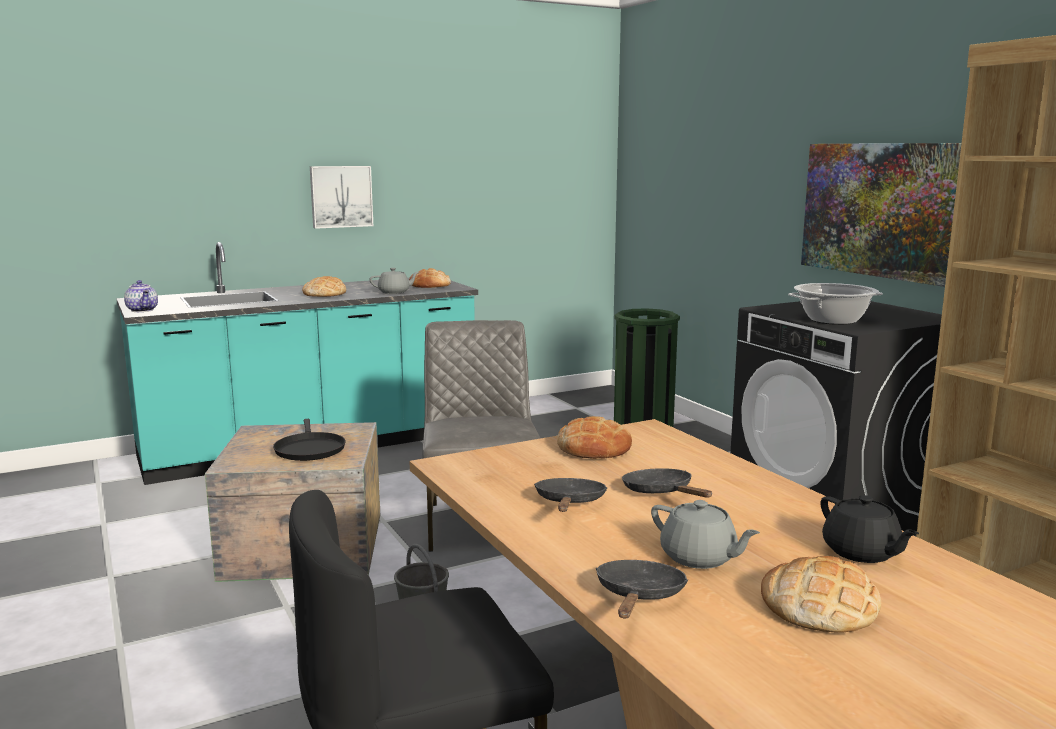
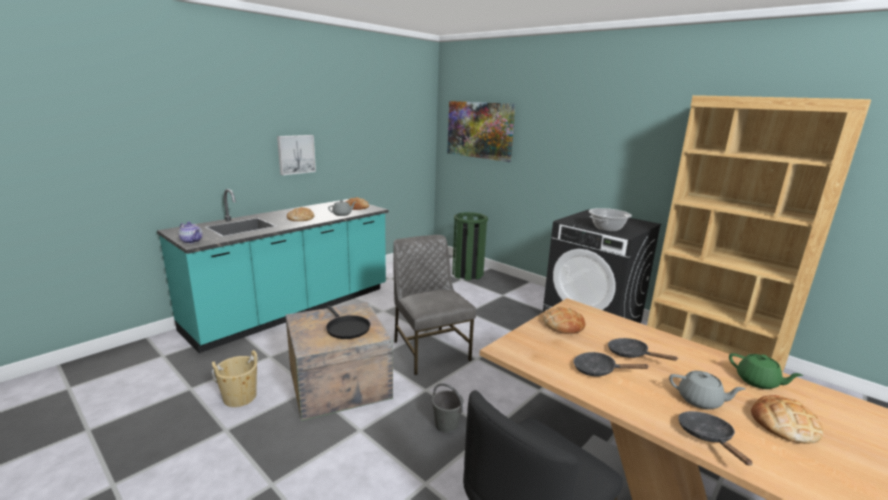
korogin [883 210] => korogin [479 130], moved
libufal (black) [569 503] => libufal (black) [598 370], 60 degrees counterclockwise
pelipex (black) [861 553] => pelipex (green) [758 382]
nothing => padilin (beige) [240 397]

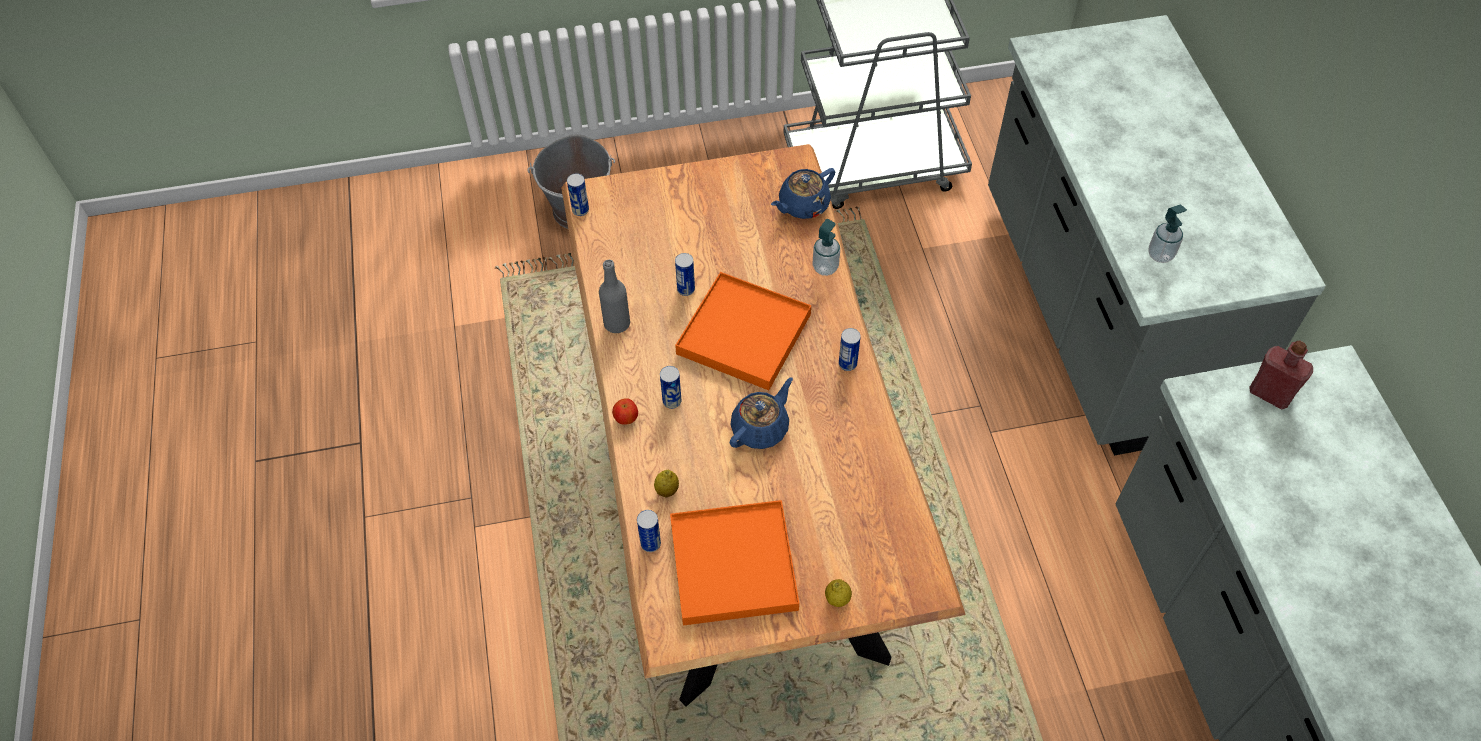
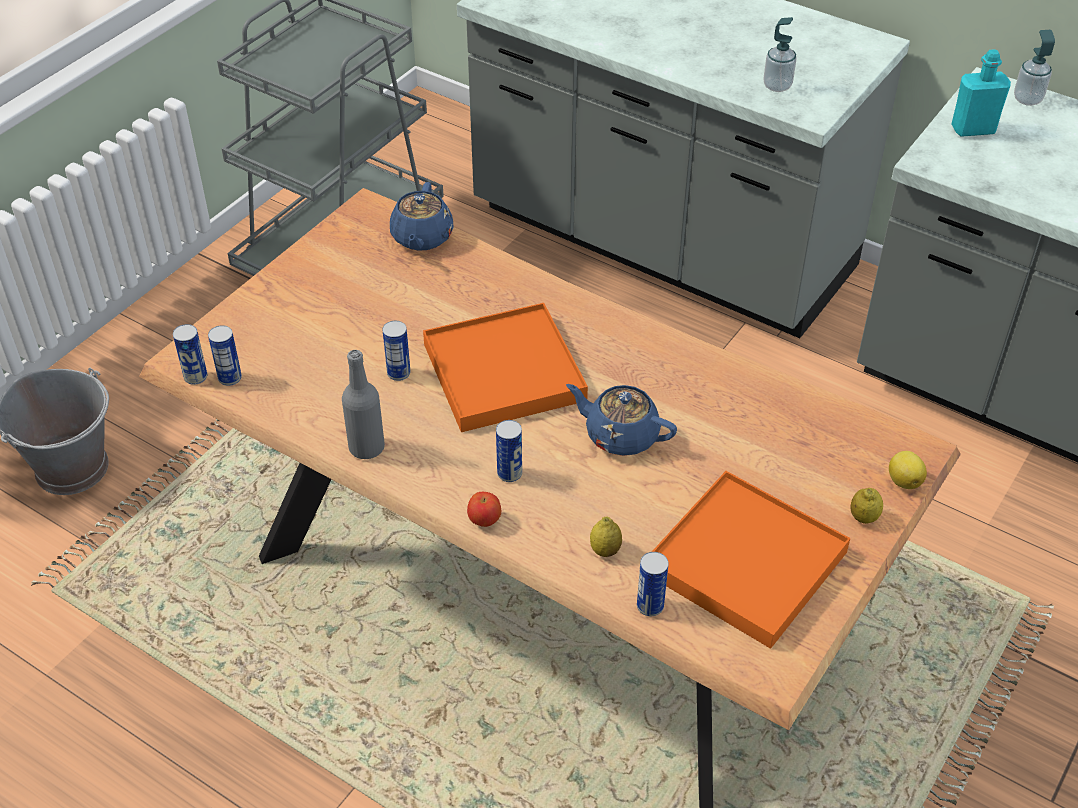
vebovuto [825 267] => vebovuto [1027 99], moved
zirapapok [847 364] => zirapapok [230 378], moved
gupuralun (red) [1270 394] => gupuralun (turquoise) [973 129]
pelipex (blue) [761 428] => pelipex (blue) [620 435], 60 degrees counterclockwise
nothing => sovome [903 480]

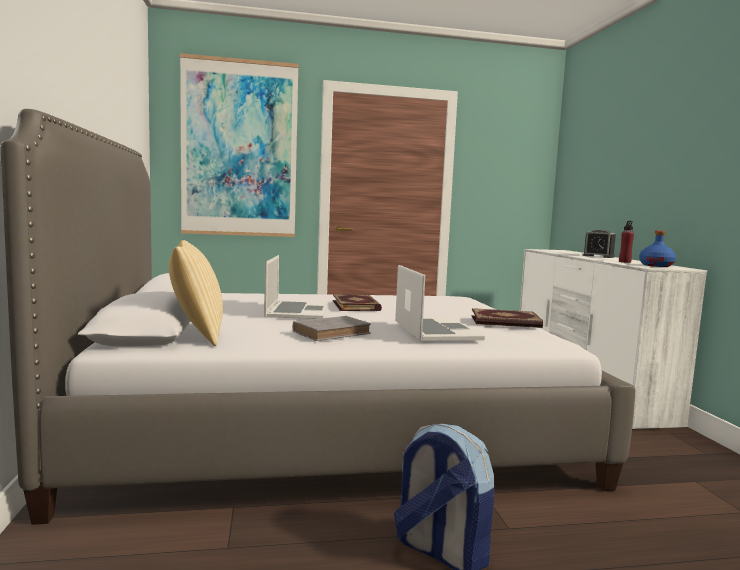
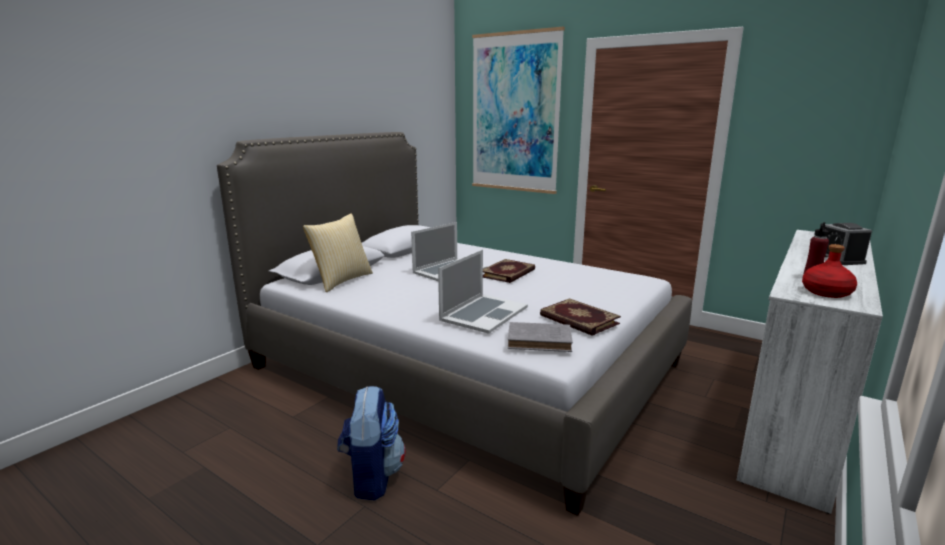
gupuralun (blue) [656 265] => gupuralun (red) [827 292]
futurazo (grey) [333 332] => futurazo (grey) [541 341], moved

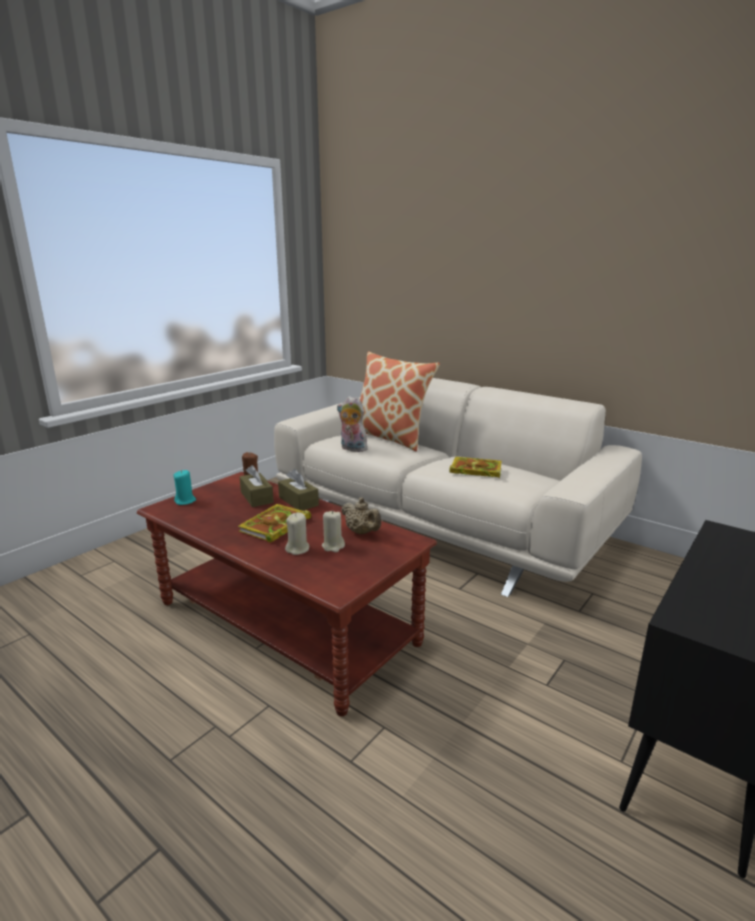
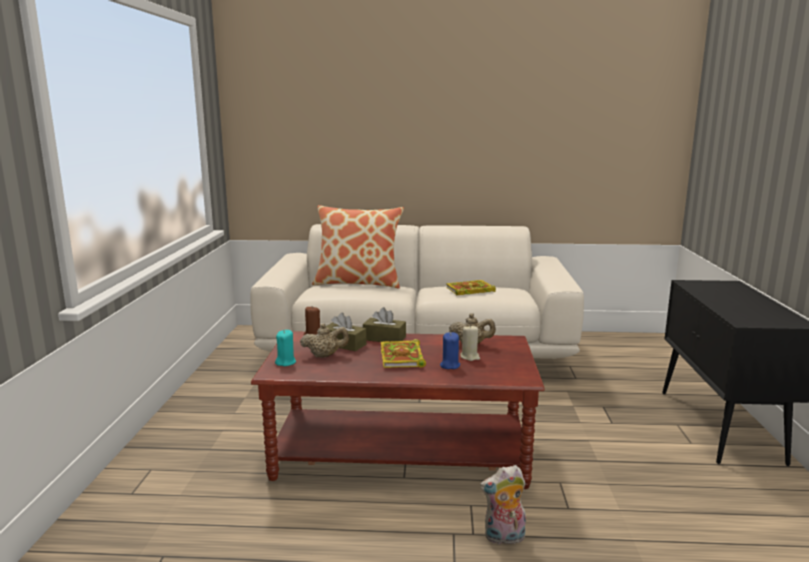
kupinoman [352 449] => kupinoman [504 538], moved
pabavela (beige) [298 549] => pabavela (blue) [449 365]
nothing => pelipex (beige) [325 355]

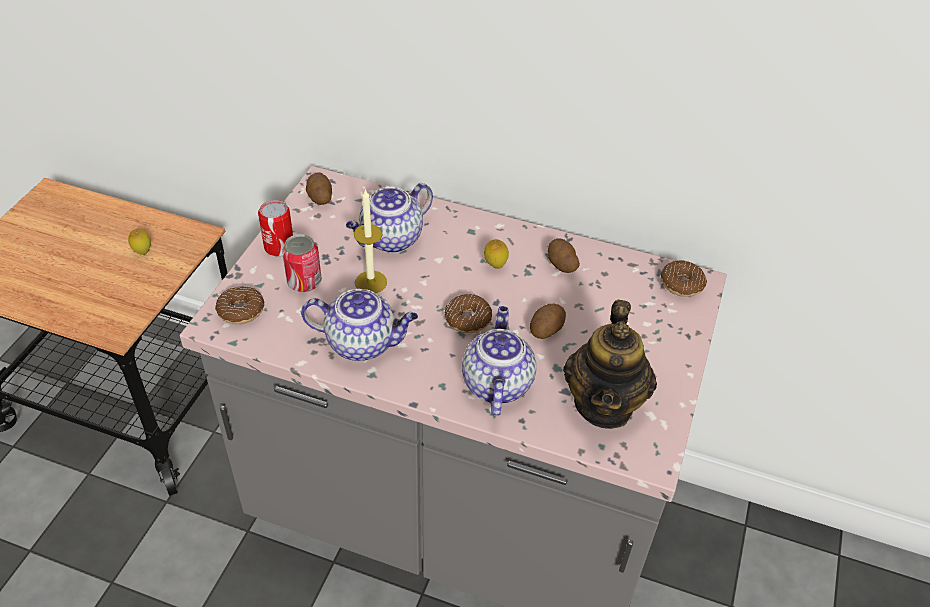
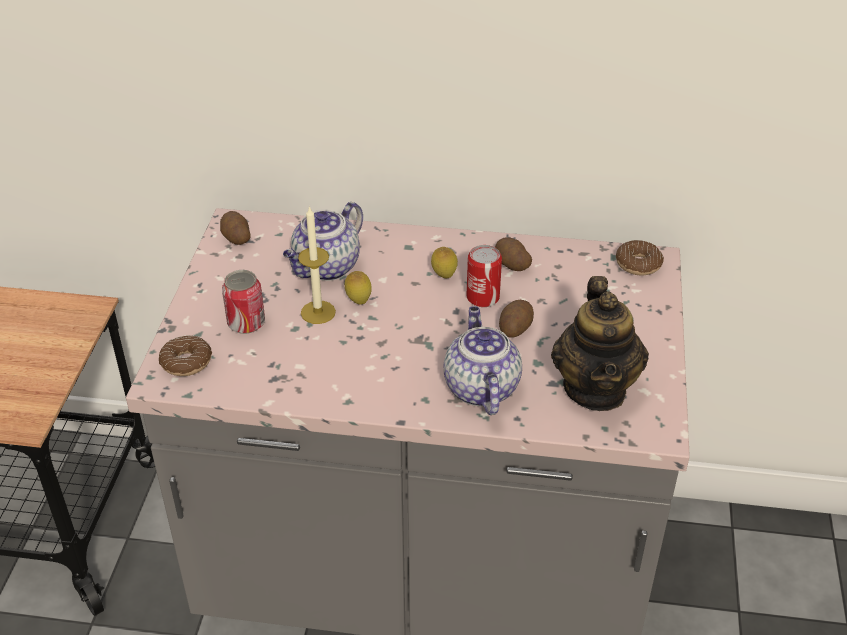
zirapapok [279 247] => zirapapok [483 297], moved
sovome [143 252] => sovome [358 301], moved
pelipex [363 343] => nothing
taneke [468 319] => nothing

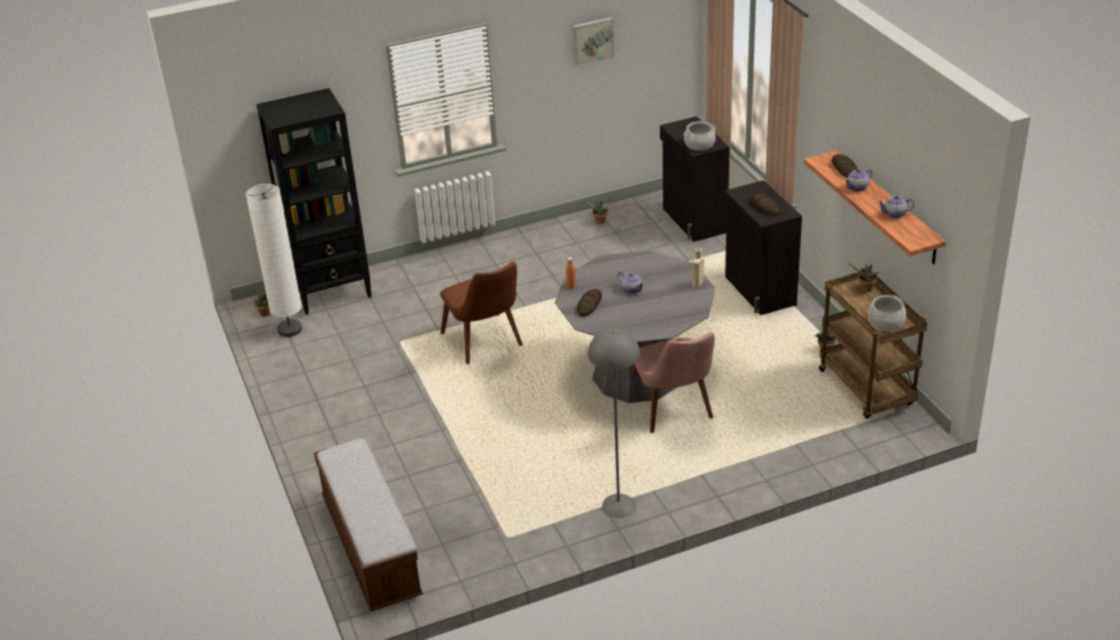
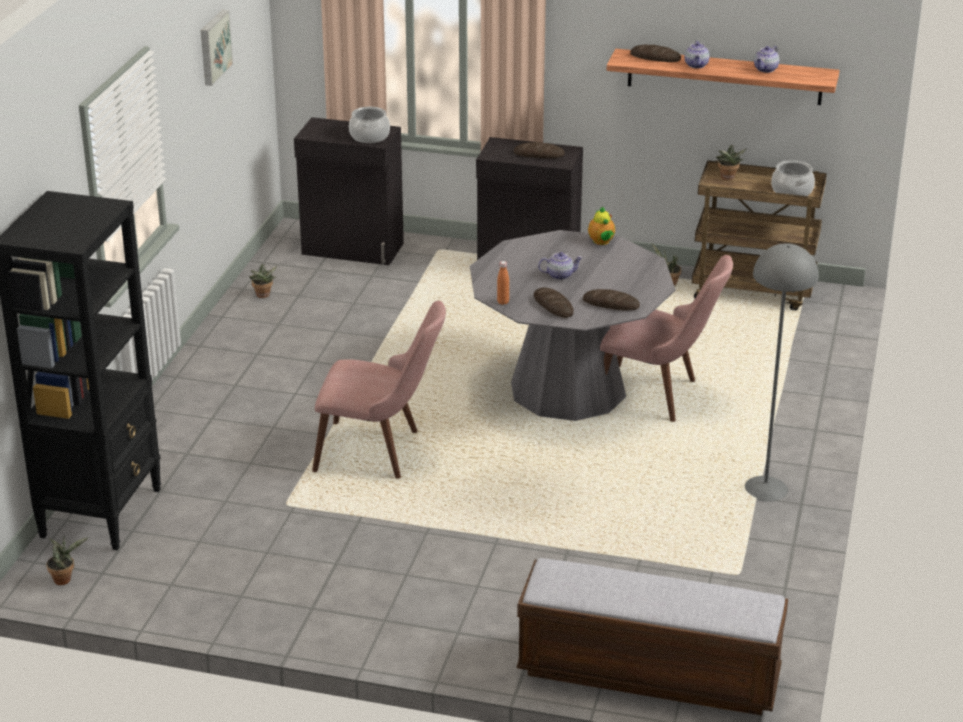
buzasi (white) [289 330] => nothing
gupuralun (beige) [697 284] => pelipex [602 242]
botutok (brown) [487 345] => botutok (pink) [381 452]
nothing => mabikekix [611 304]

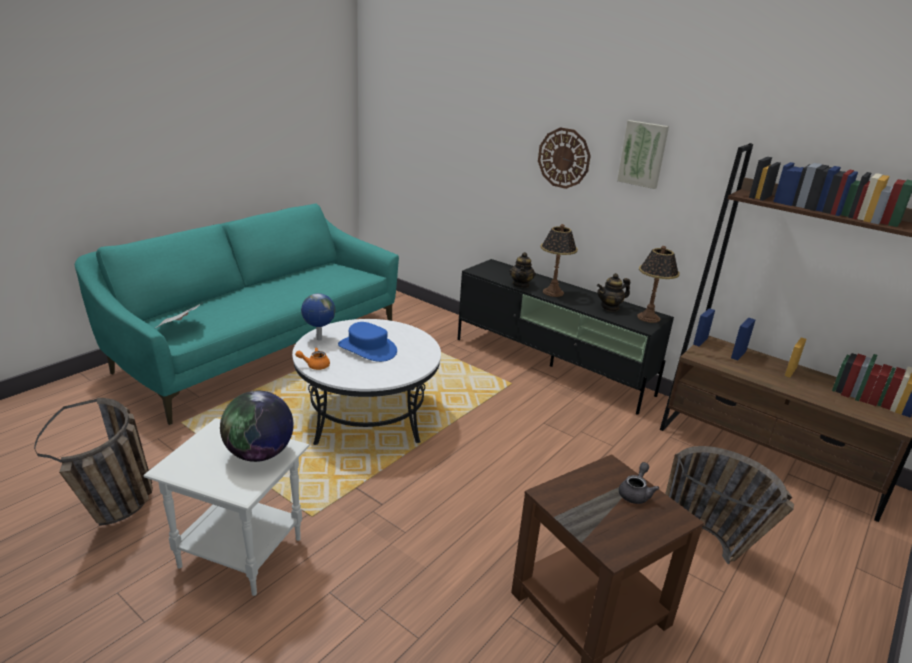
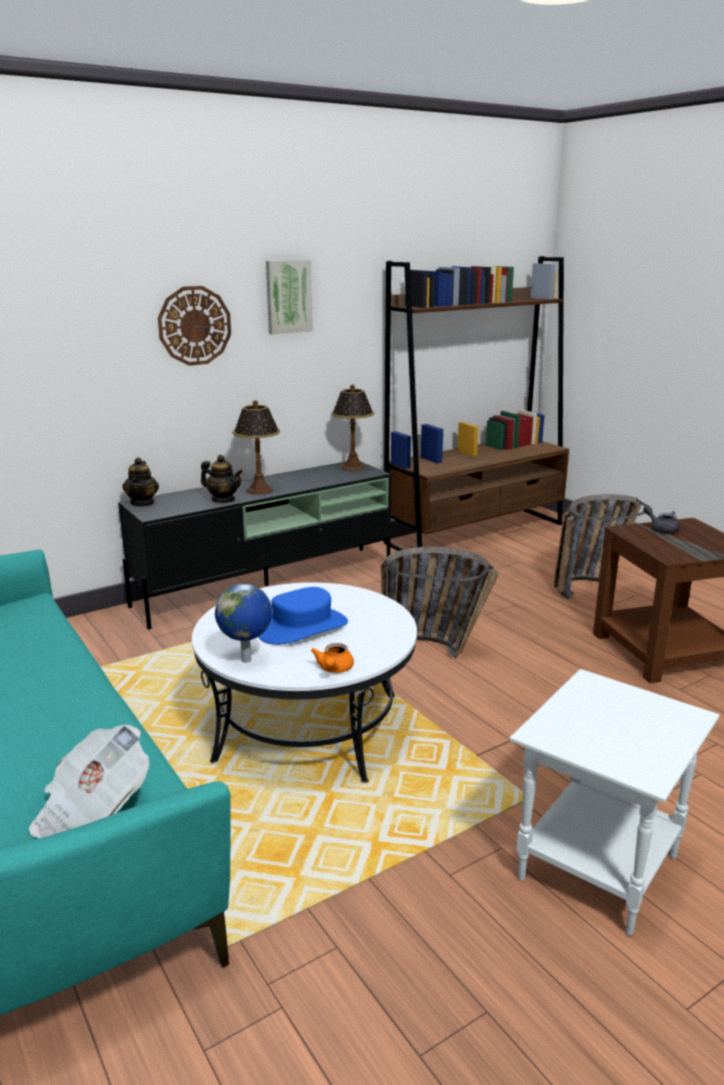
pelipex [610 307] => pelipex [143 503], moved
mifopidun [259 454] => nothing
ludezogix [118 511] => ludezogix [437 651], moved

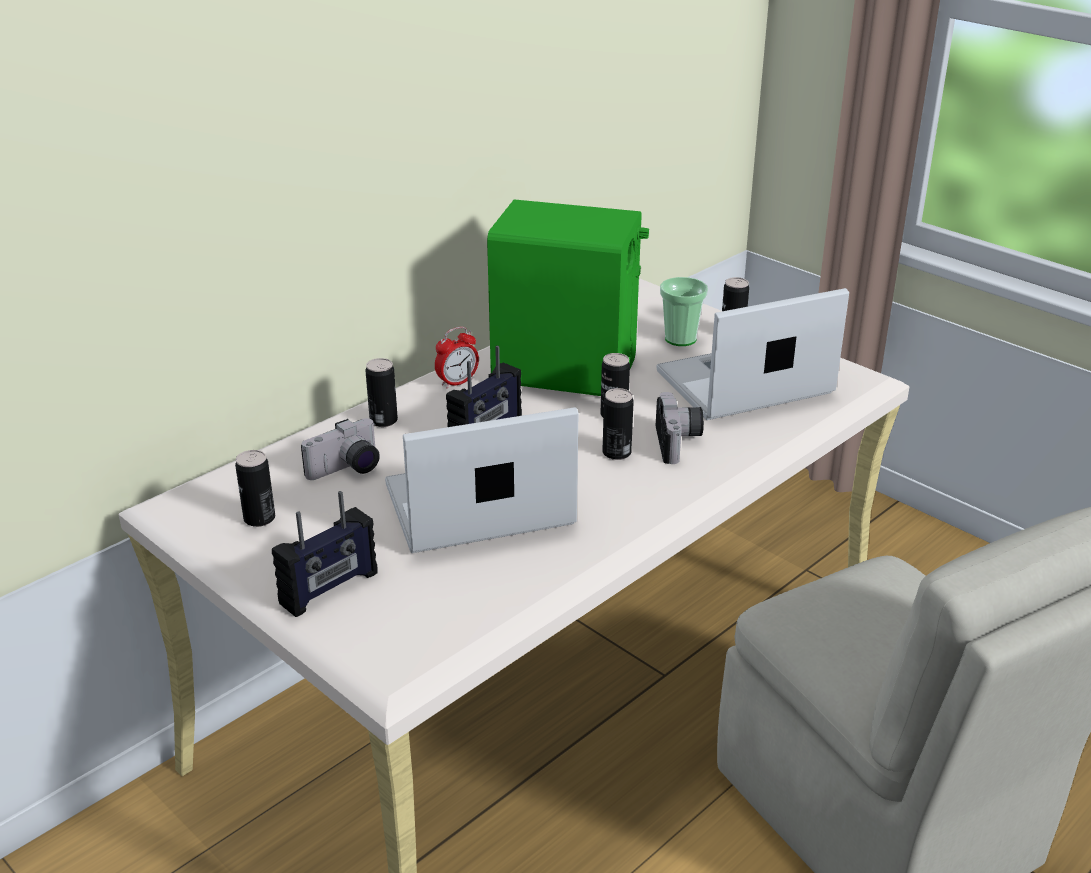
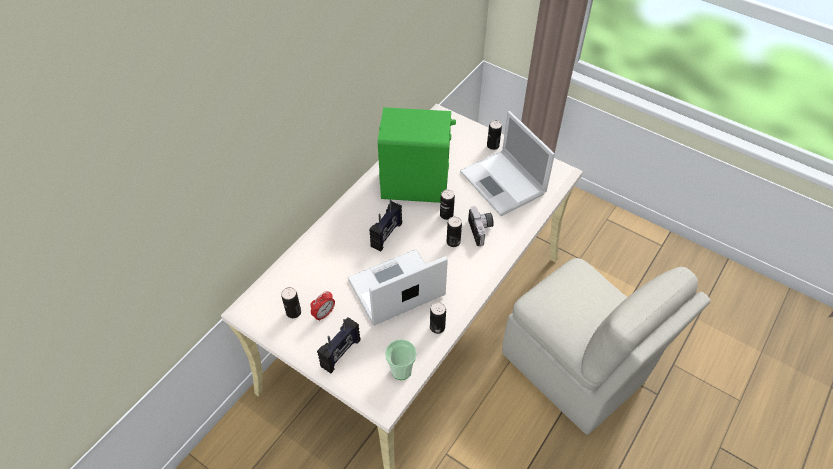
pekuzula [680 339] => pekuzula [401 371], moved
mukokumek [741 384] => mukokumek [503 183], 90 degrees counterclockwise
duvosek [457 382] => duvosek [324 314], moved
zirapapok [383 421] => zirapapok [437 327], moved
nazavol [347 470] => nothing

